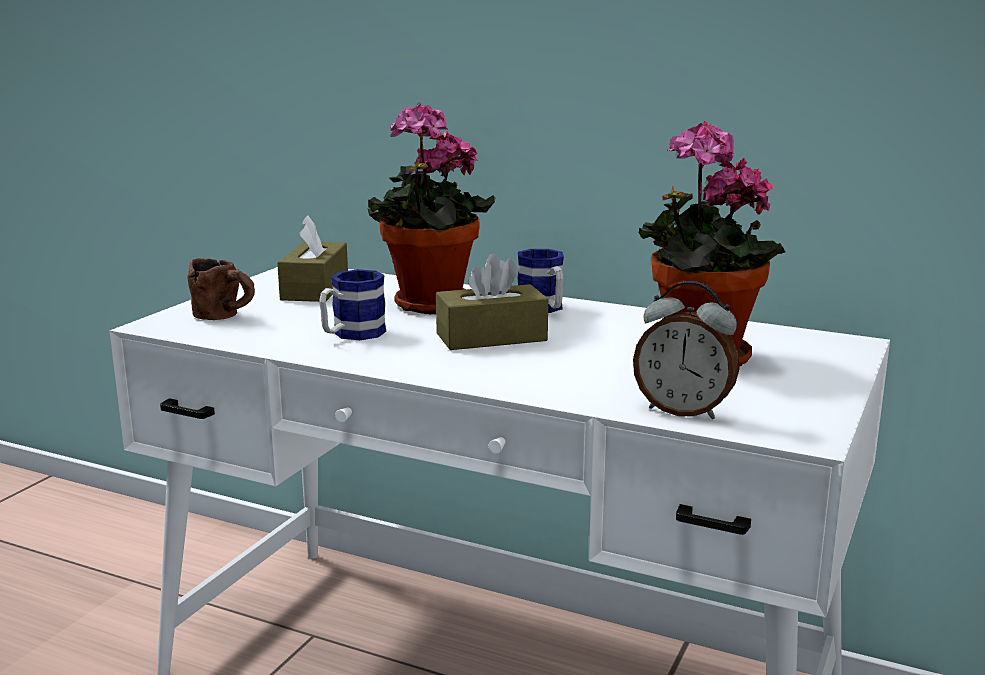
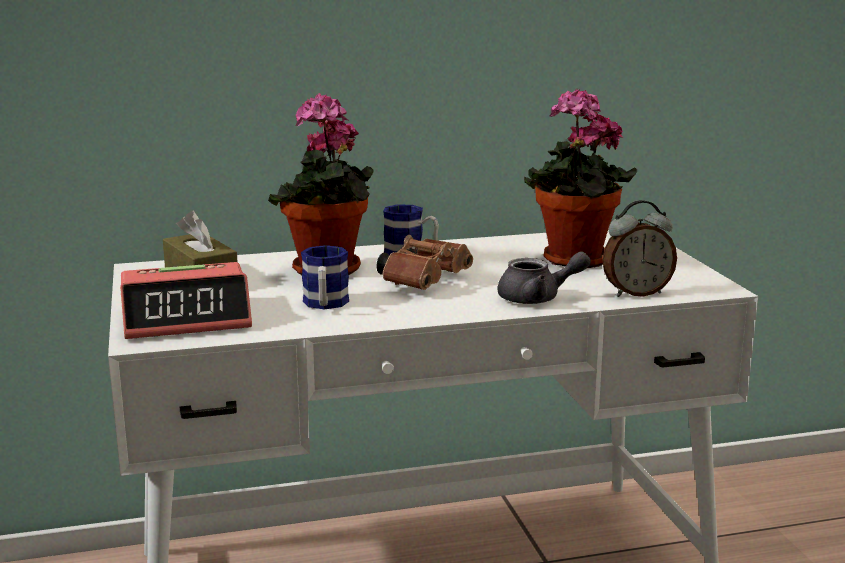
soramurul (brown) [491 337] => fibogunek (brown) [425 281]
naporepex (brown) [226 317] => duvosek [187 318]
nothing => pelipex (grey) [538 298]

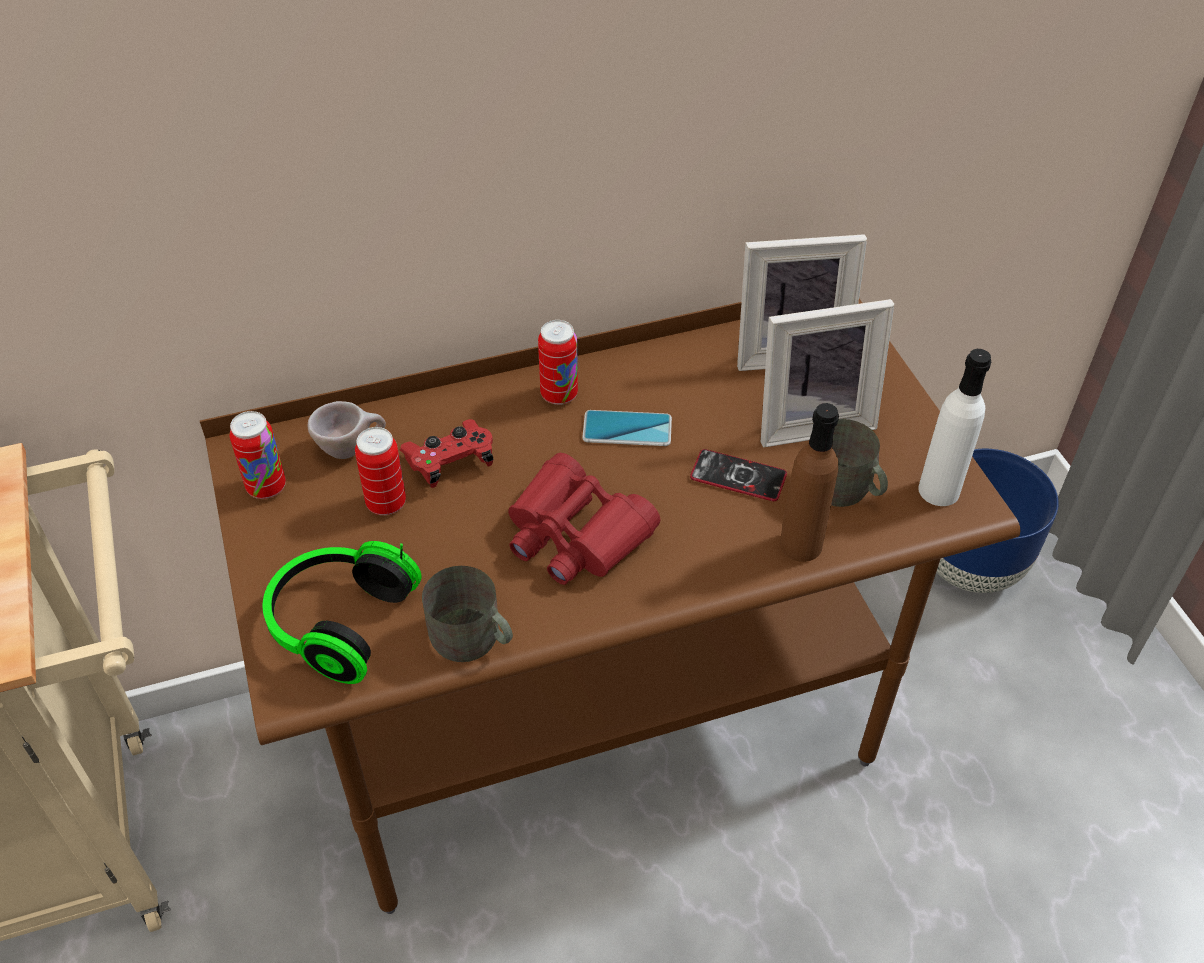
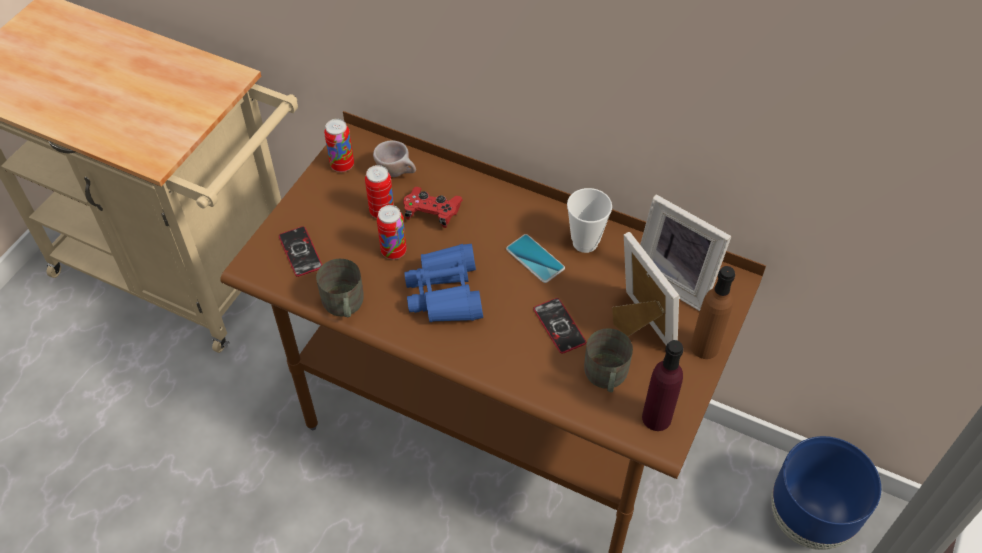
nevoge [811 420] => nevoge [637 327], 150 degrees counterclockwise
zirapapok [559 395] => zirapapok [393 251], moved
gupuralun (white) [938 490] => gupuralun (purple) [656 417]
gupuralun (brown) [800 544] => gupuralun (brown) [704 347], moved
fibogunek (red) [575 535] => fibogunek (blue) [445 293]
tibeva [337 622] => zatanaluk [300 252]
nothing => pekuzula [585 242]

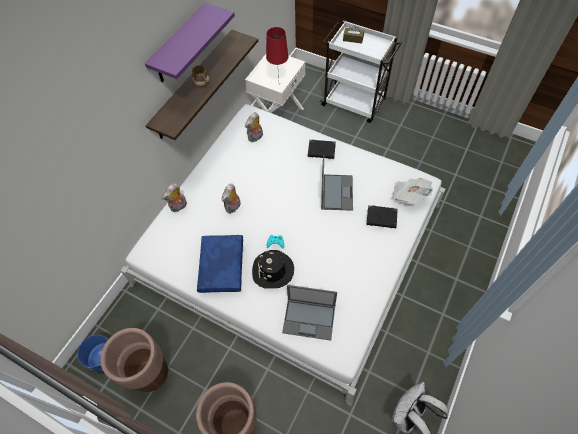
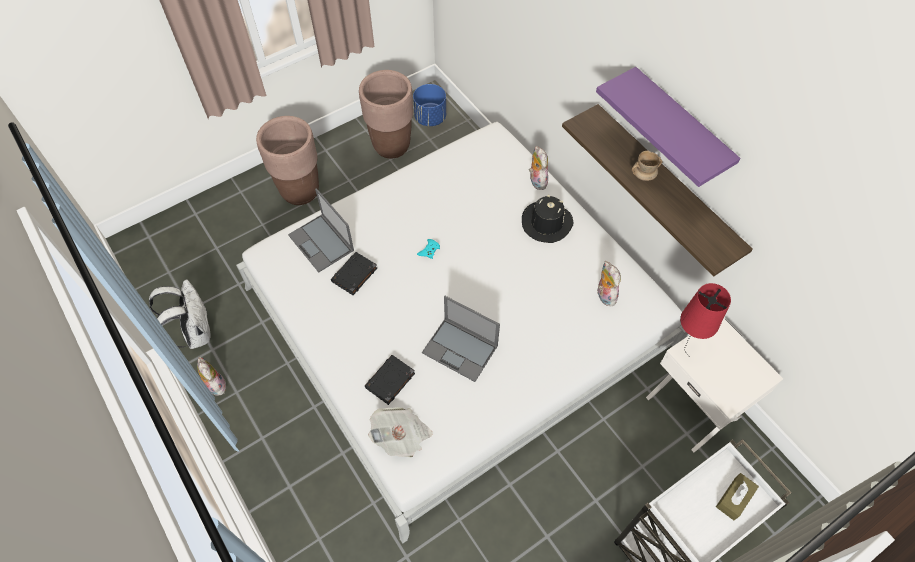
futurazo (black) [322 151] => futurazo (black) [354 275], moved
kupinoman [233 207] => kupinoman [214 385], moved
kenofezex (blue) [221 266] => nothing
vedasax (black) [272 270] => vedasax (black) [546 223], moved
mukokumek [309 319] => mukokumek [322 243], 75 degrees counterclockwise

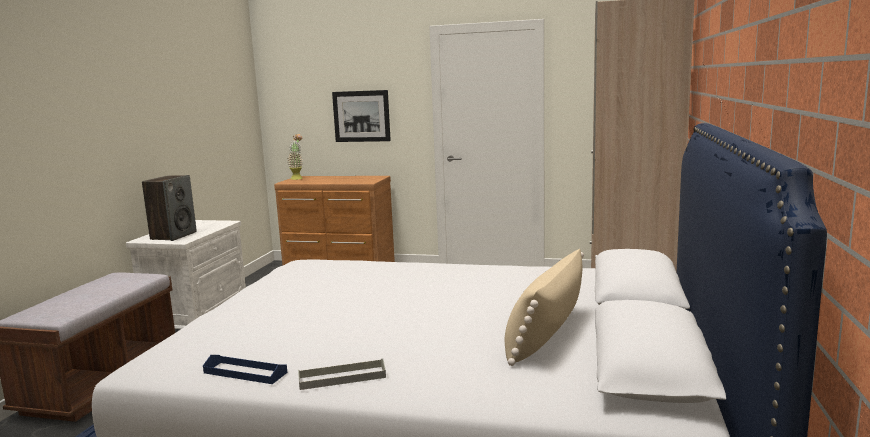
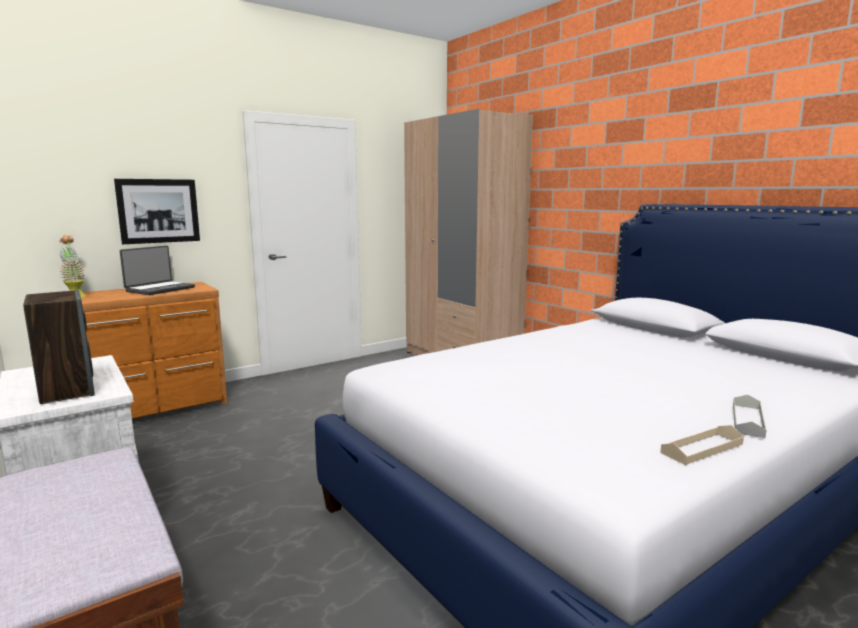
kenofezex (beige) [545 334] => nothing
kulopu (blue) [245 373] => kulopu (beige) [702 448]
nothing => mukokumek [159 289]

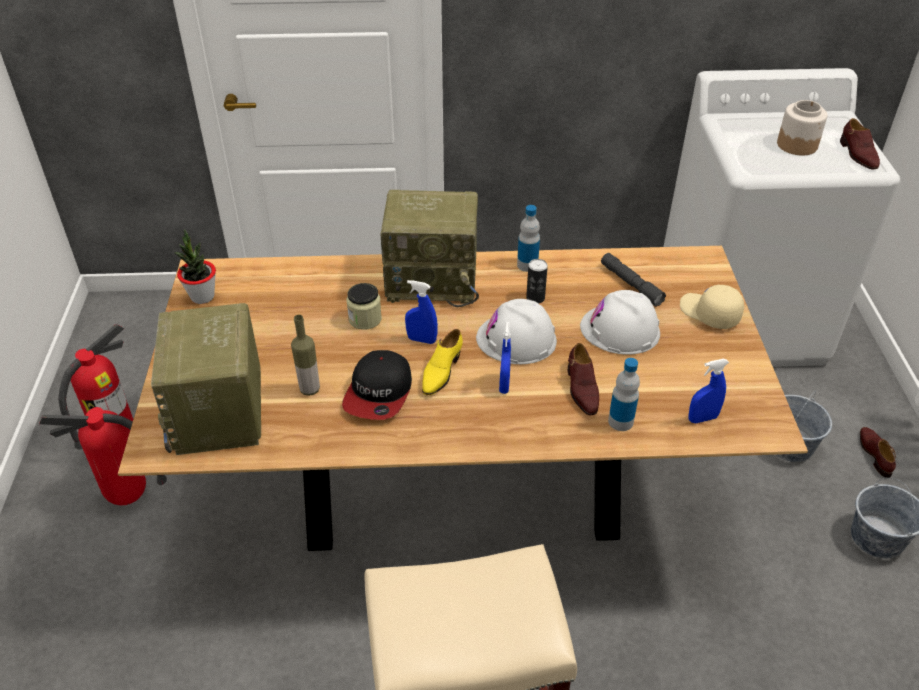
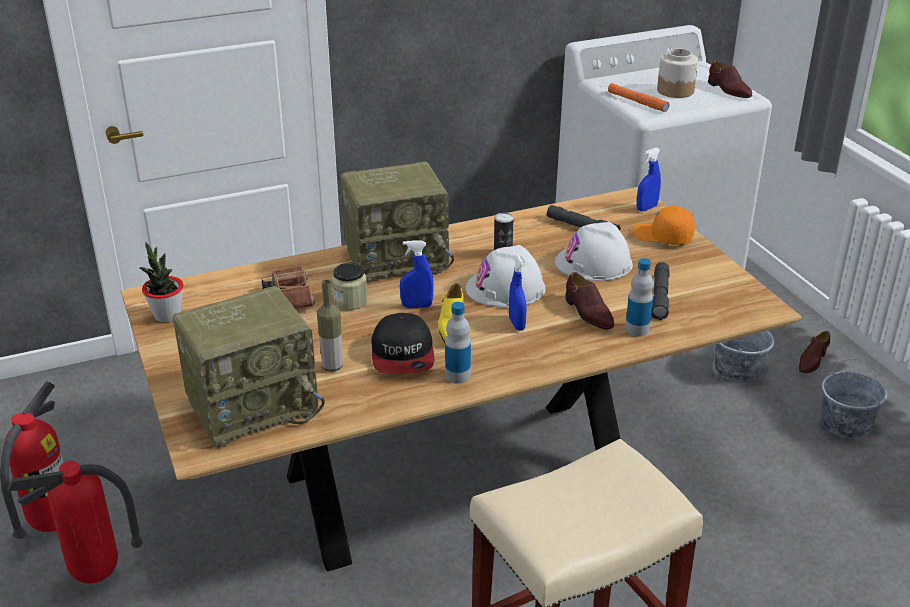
gupuralun [527 265] => gupuralun [457 375], moved
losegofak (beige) [709 313] => losegofak (orange) [662 236]
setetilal [220 414] => setetilal [254 405], 90 degrees counterclockwise
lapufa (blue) [702 418] => lapufa (blue) [646 208], moved
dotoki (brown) [875 454] => dotoki (brown) [812 360], 120 degrees counterclockwise
nothing => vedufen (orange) [637 102]
nothing => vedufen (grey) [660 296]
nothing => fibogunek (brown) [289 298]

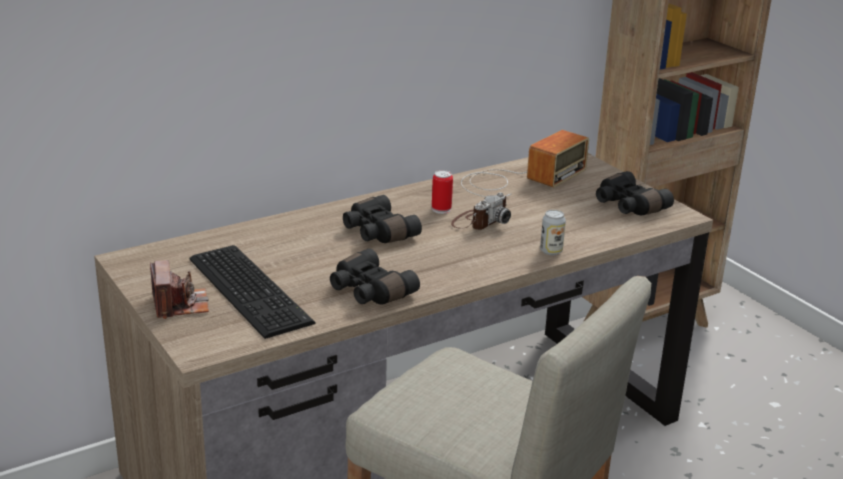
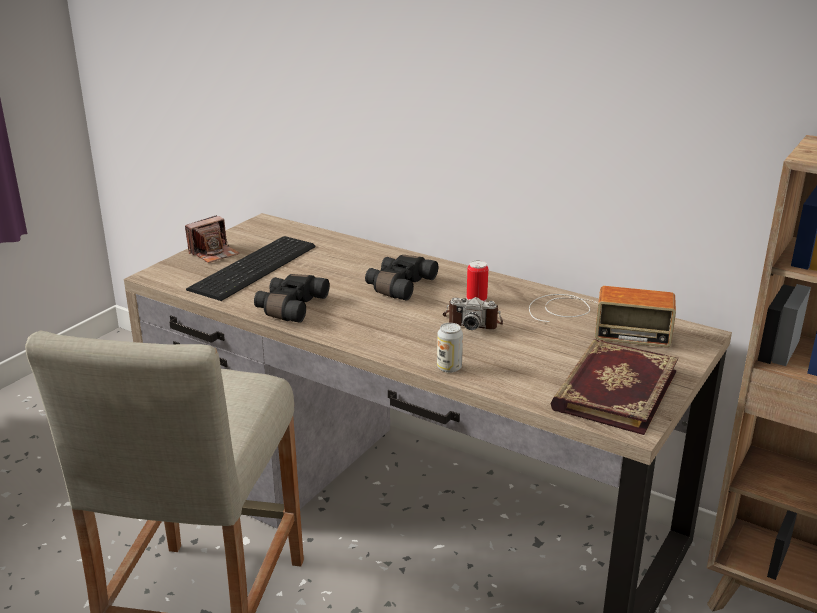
fibogunek (black) [628 206] => futurazo [613 389]

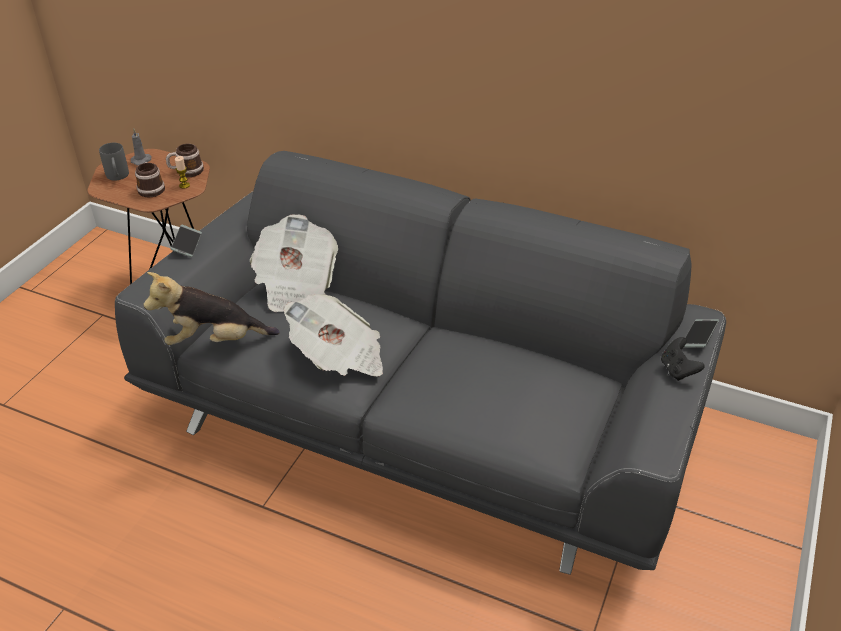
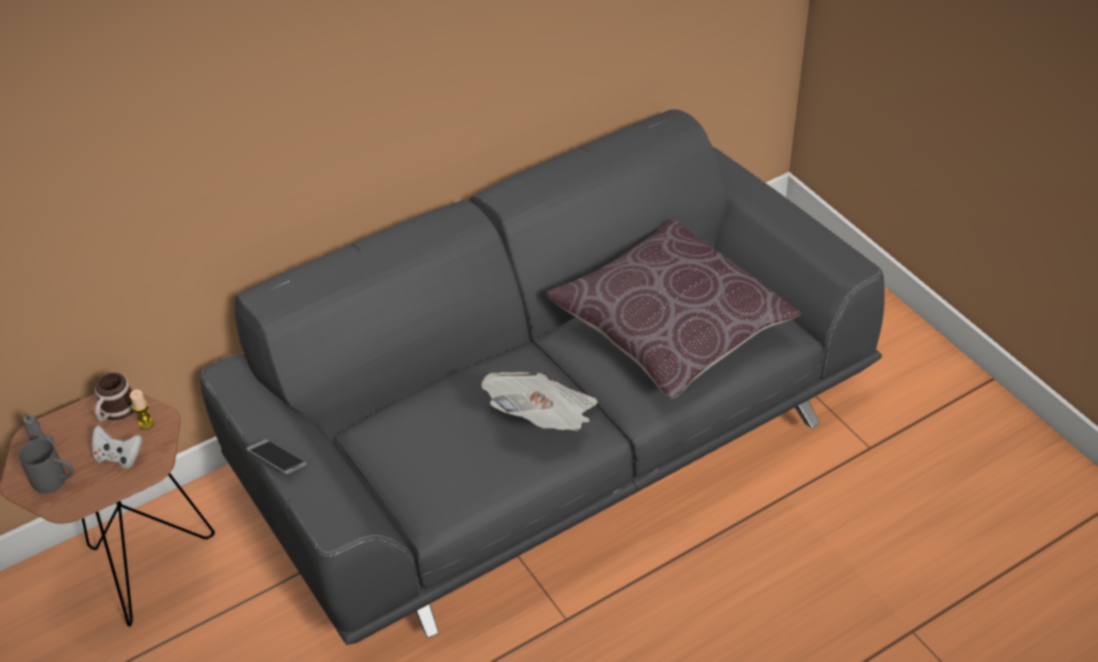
naporepex [151 188] => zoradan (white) [119 457]
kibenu [295 283] => nothing
kupinoman [215 341] => nothing
zatanaluk [698 337] => nothing
zoradan (black) [677 370] => nothing
nothing => kenofezex (brown) [671 327]

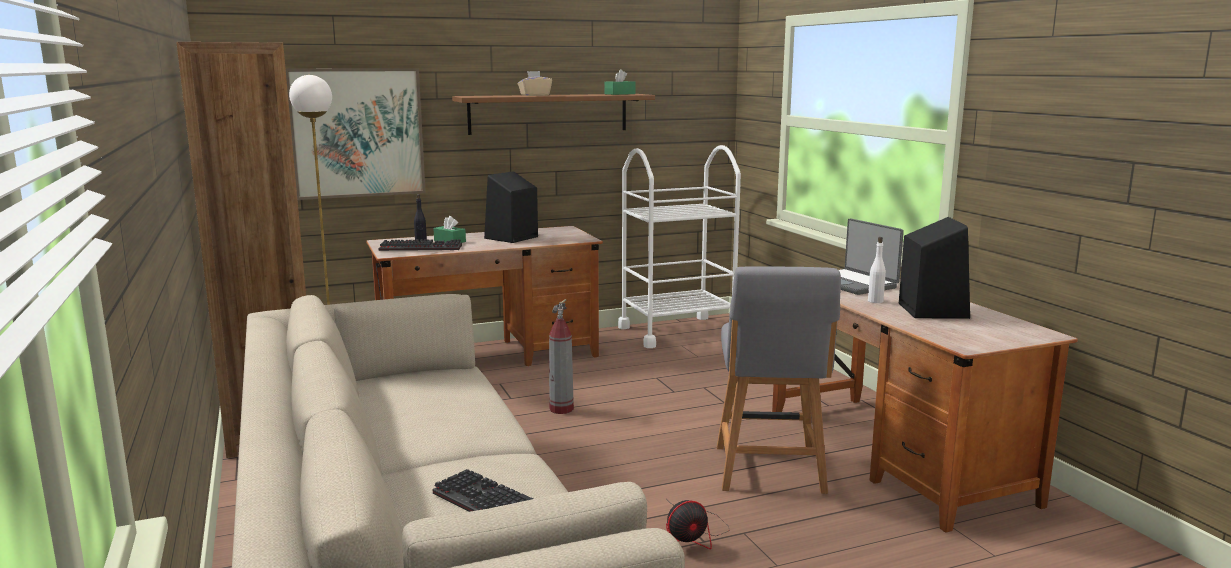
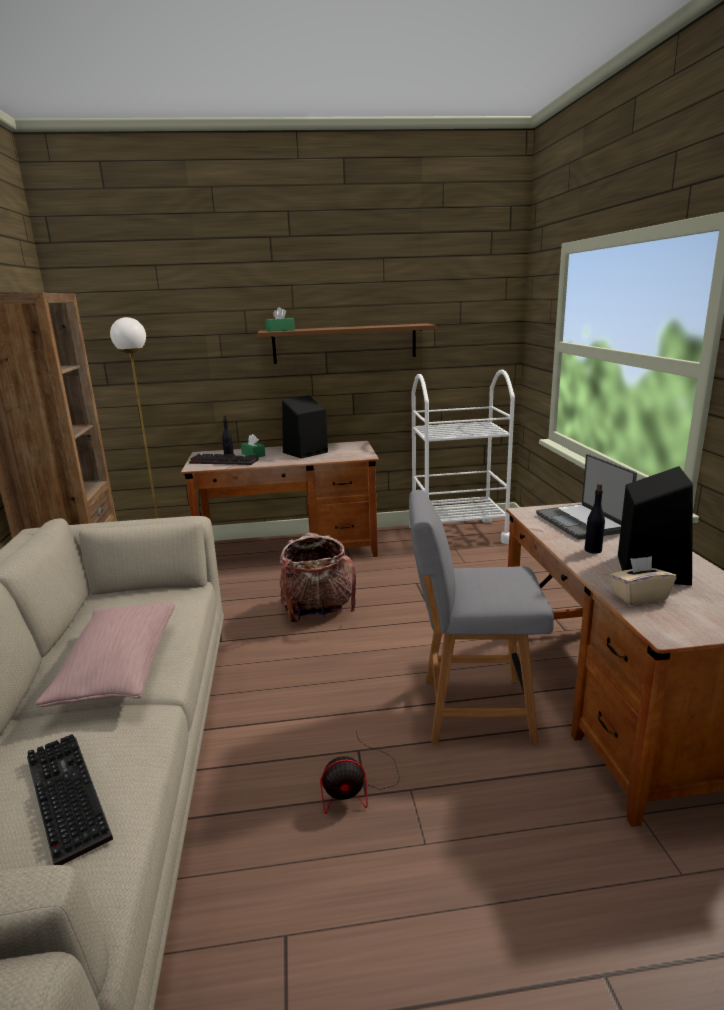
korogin [357 133] => nothing
soramurul (green) [620 94] => soramurul (green) [280 330], moved
soramurul (beige) [535 95] => soramurul (beige) [639 596], moved
gupuralun (white) [875 301] => gupuralun (black) [593 550]
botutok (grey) [769 471] => botutok (grey) [472 709], 75 degrees clockwise
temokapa [561 409] => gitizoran [317 611]
nothing => kenofezex (pink) [119 669]

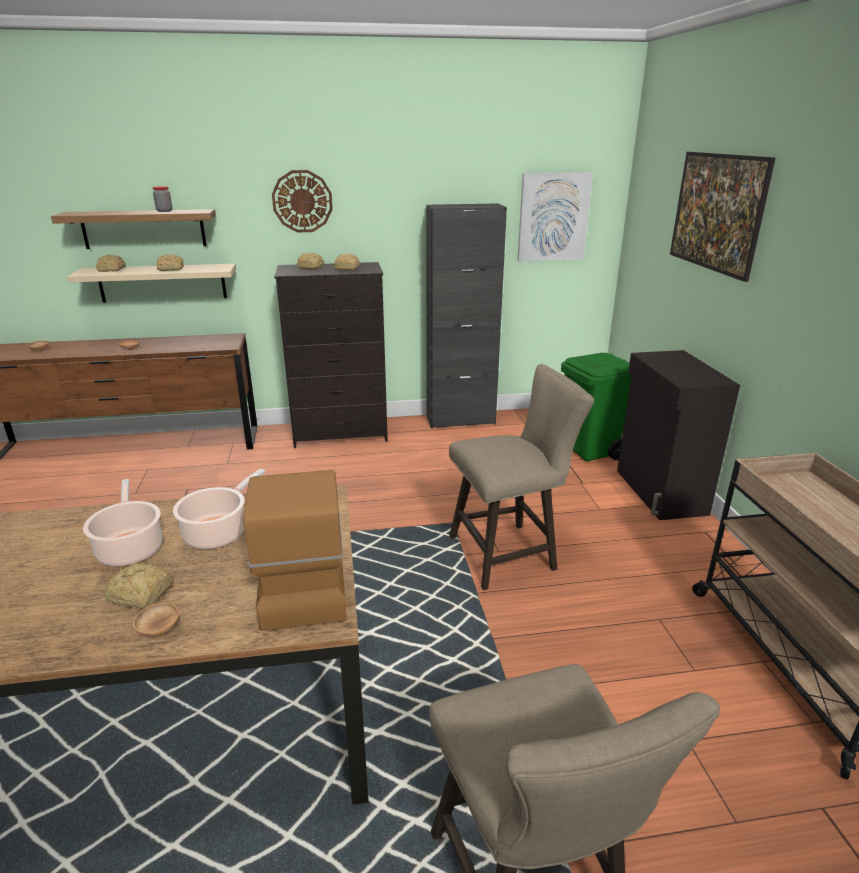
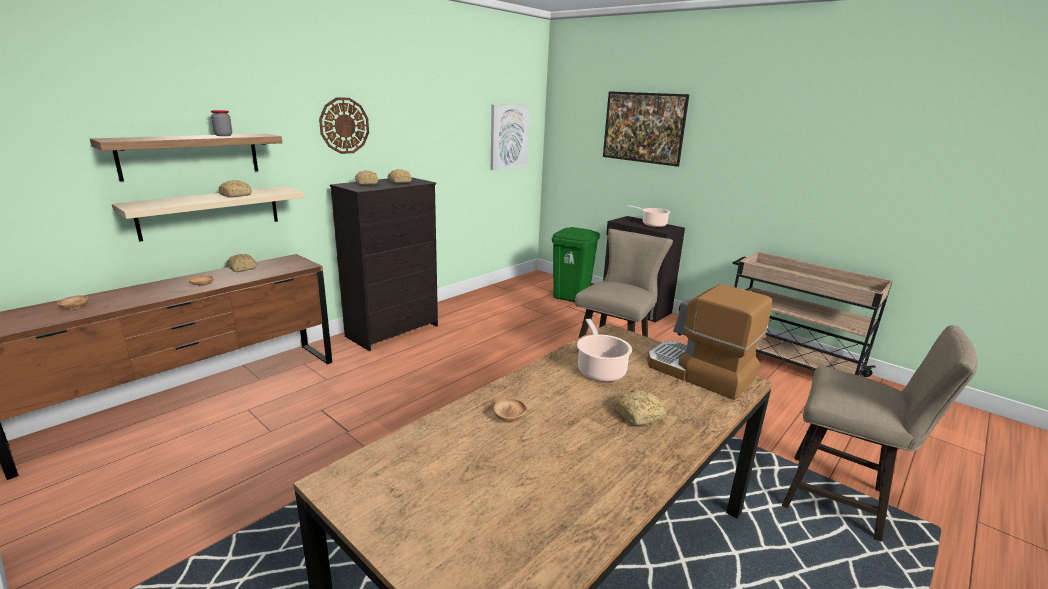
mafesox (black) [460 420] => nothing
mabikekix [111 270] => mabikekix [242 269], moved
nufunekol [130 548] => nufunekol [652 224], moved
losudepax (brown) [159 629] => losudepax (brown) [509 417], moved

